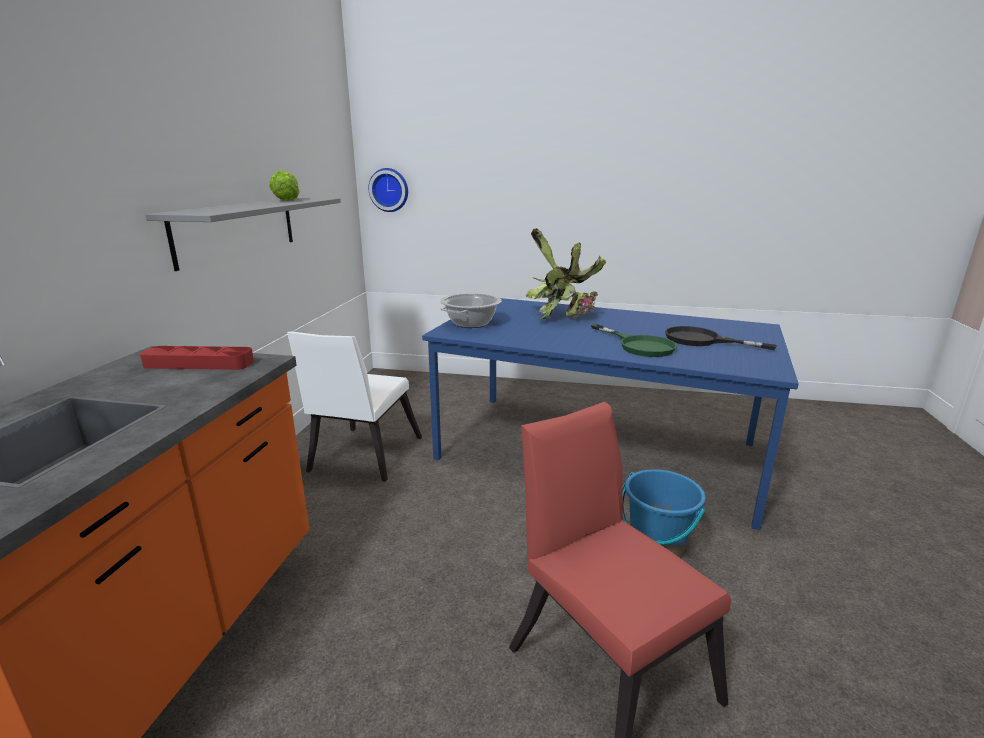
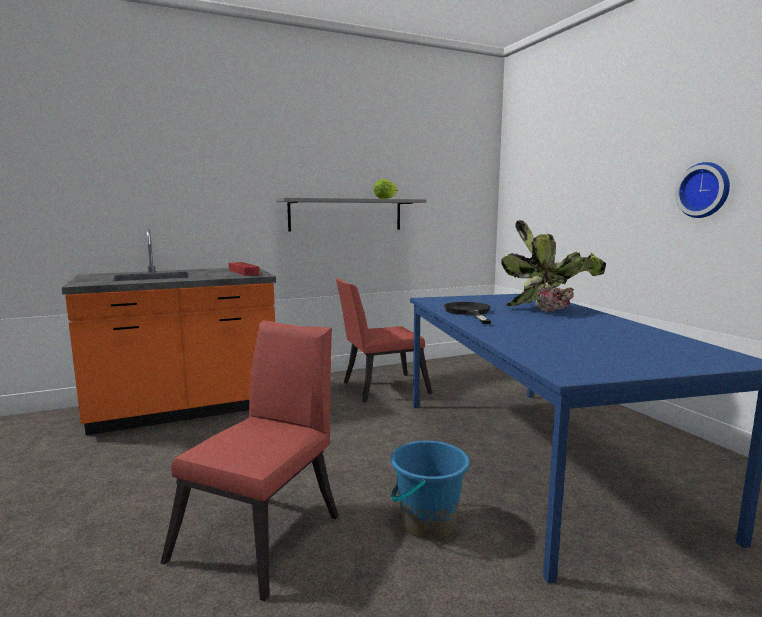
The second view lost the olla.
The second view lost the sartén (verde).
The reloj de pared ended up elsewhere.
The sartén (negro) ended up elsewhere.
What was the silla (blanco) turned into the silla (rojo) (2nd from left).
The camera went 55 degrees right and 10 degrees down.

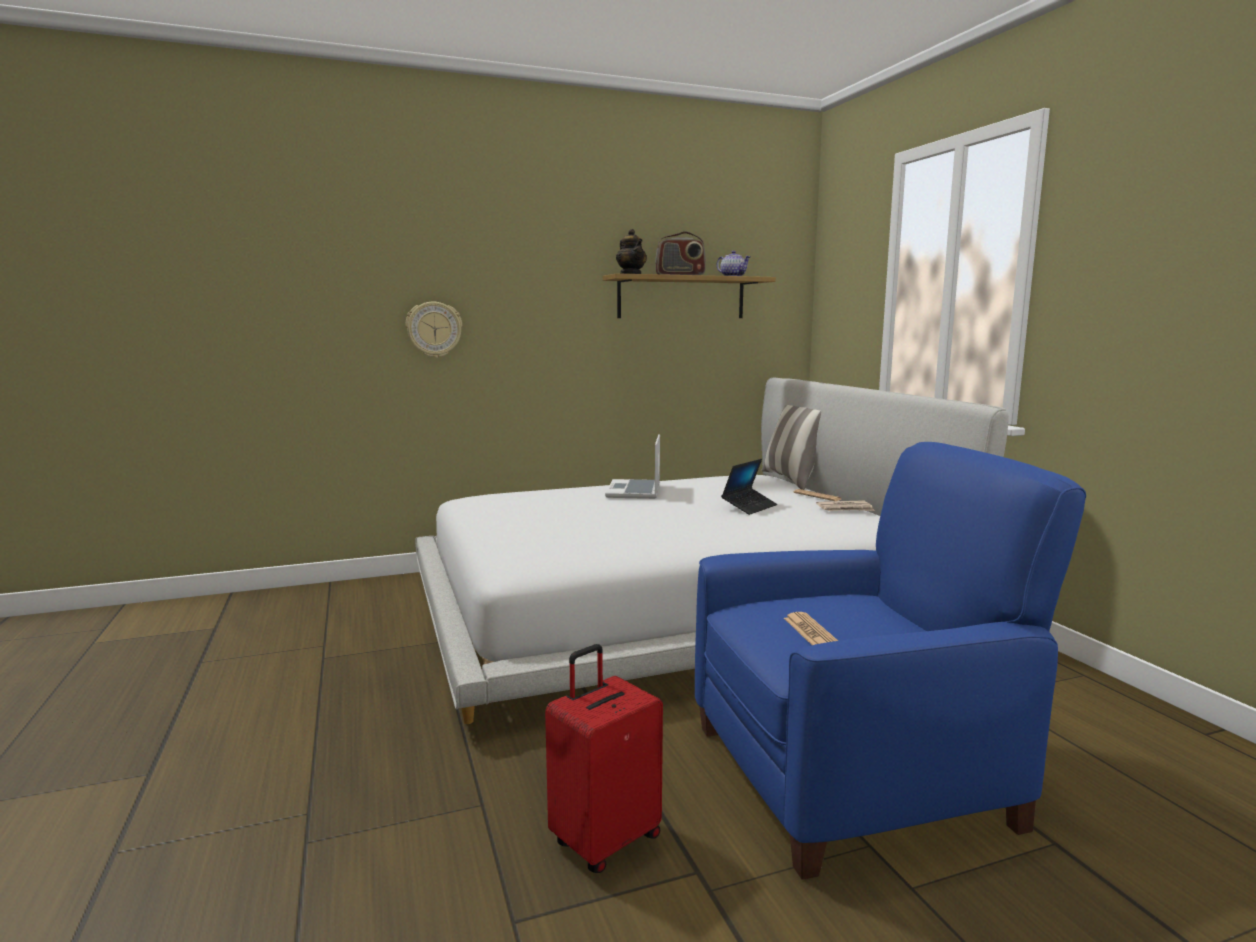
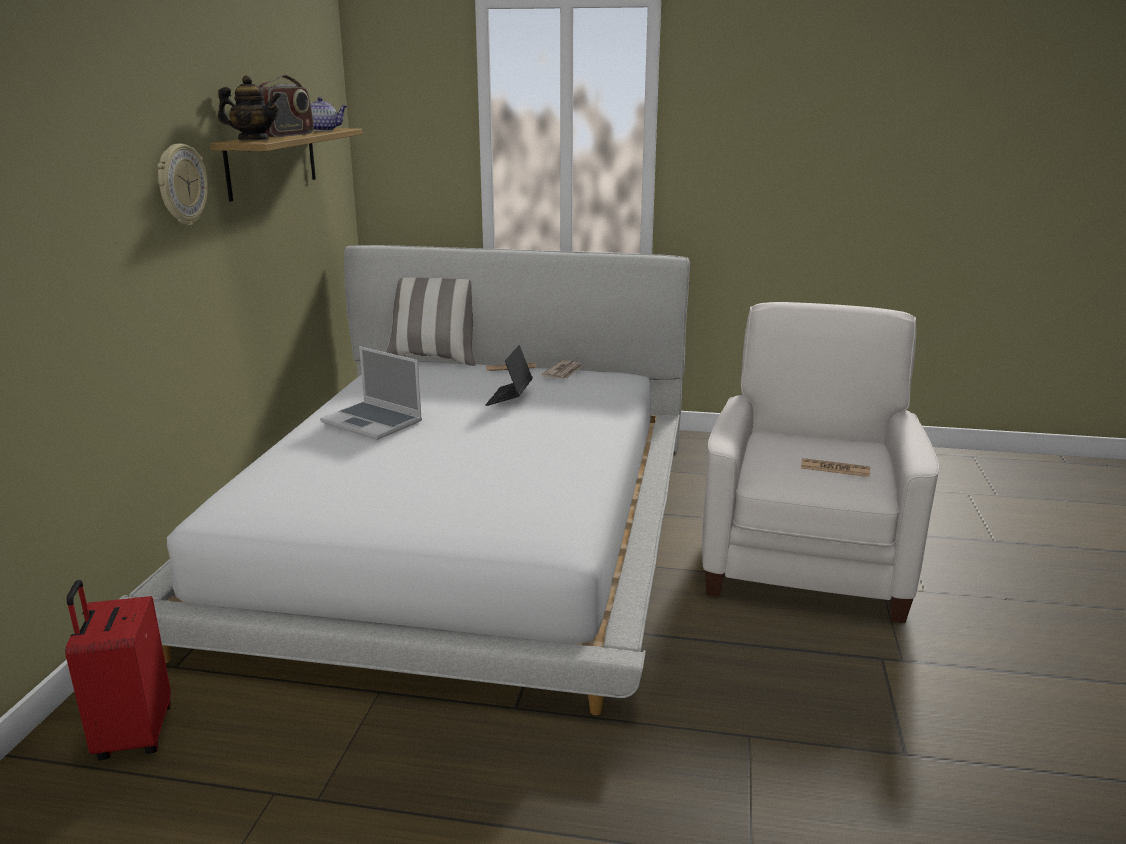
The reloj de pared ended up elsewhere.
The maleta (rojo) ended up elsewhere.
What was the sillón (azul) turned into the sillón (blanco).
The portátil (2nd from left) ended up facing another way, 150 degrees counterclockwise from before.
The camera went 60 degrees left and 10 degrees up.

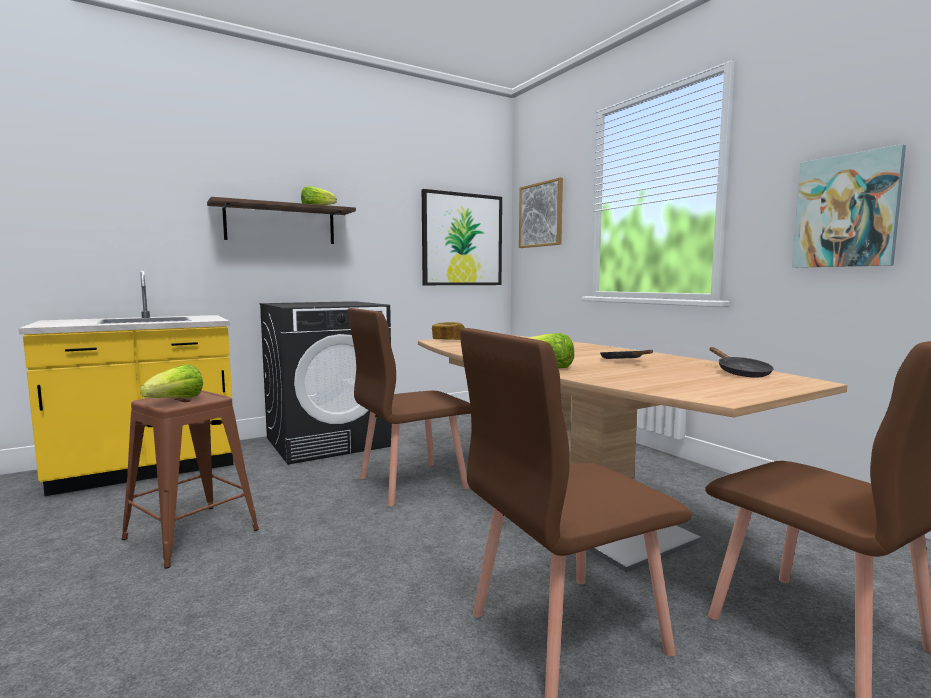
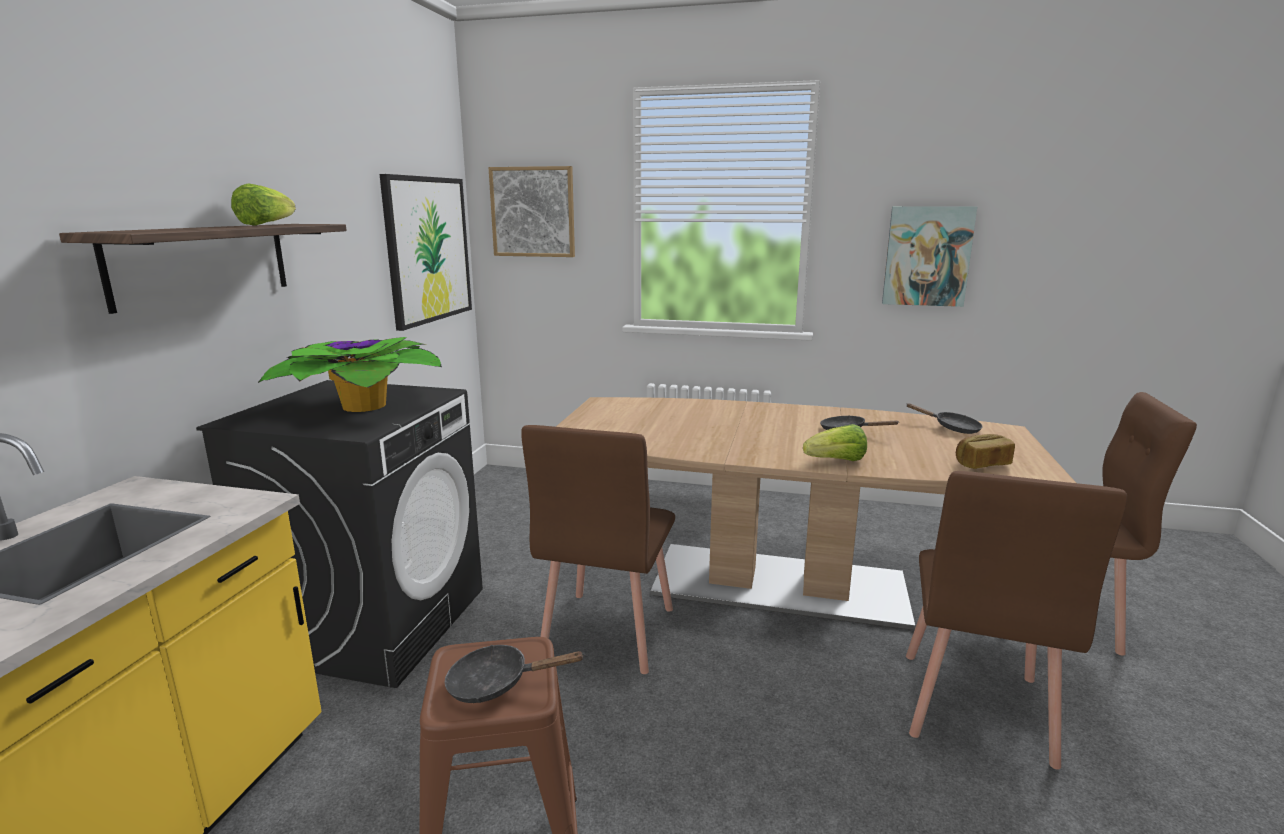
The second view gained the planta en maceta.
The pan ended up elsewhere.
Where the lechuga (1st from left) stood, the sartén (negro) (1st from left) came to stand.
The camera went 45 degrees left and 10 degrees up.

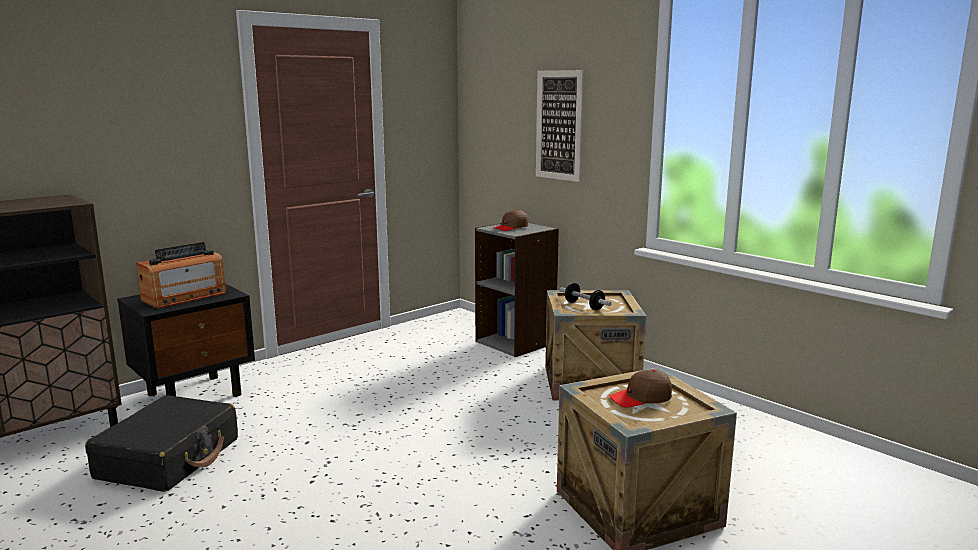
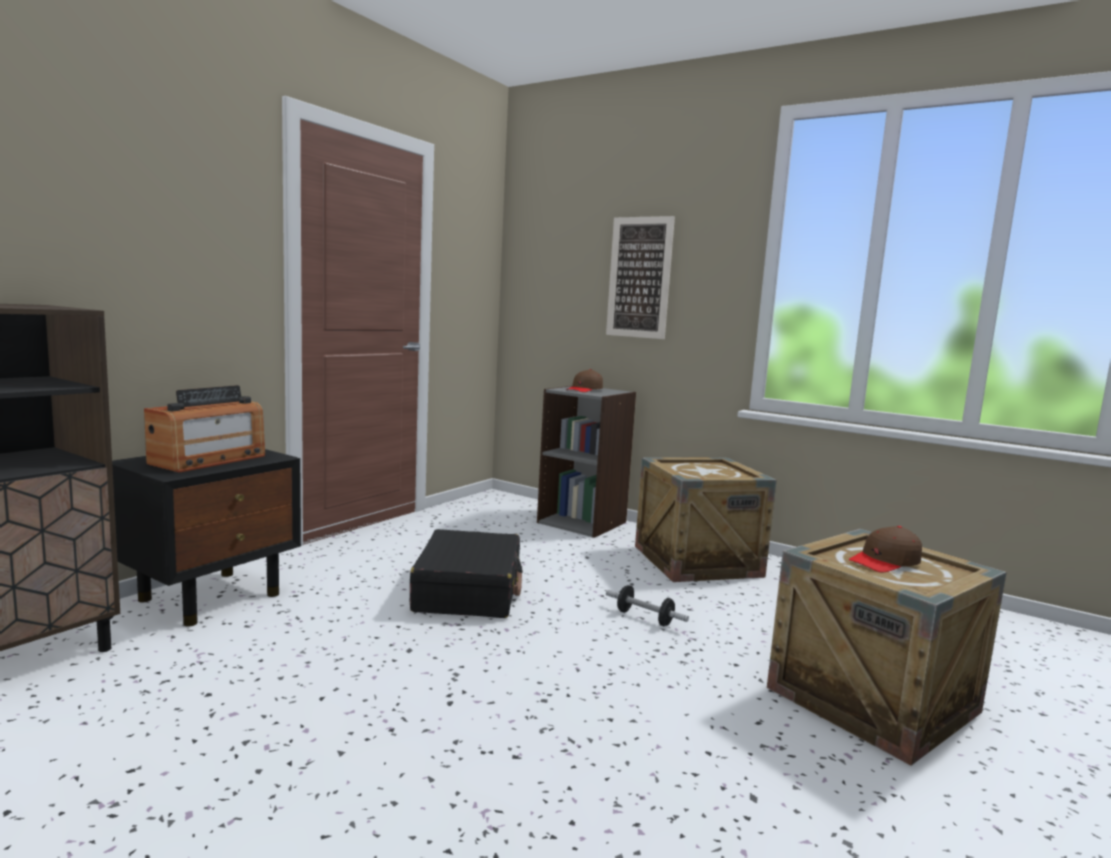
The maleta (negro) ended up elsewhere.
The mancuerna ended up elsewhere.
The camera went 15 degrees left and 5 degrees down.

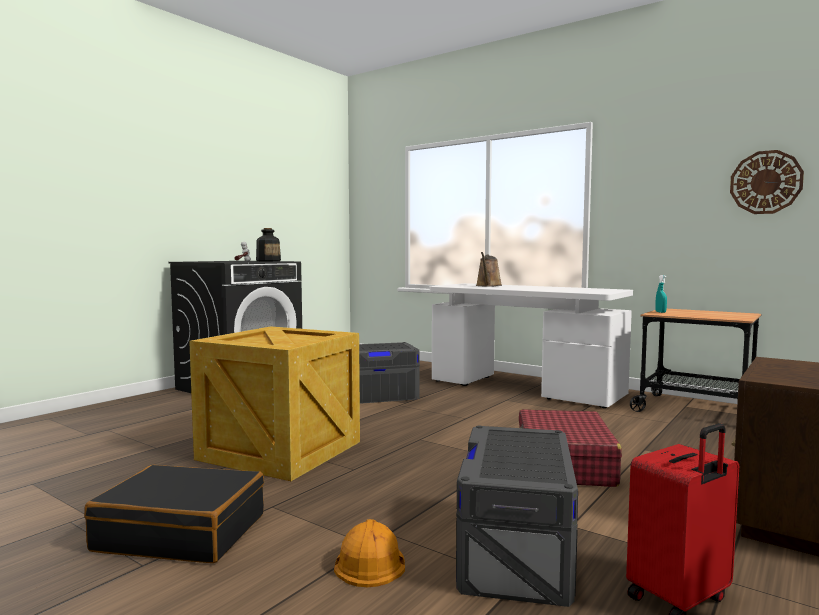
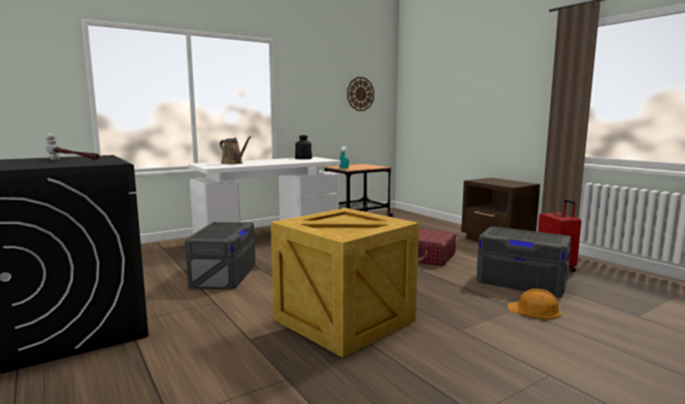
The second view lost the maleta (negro).
The botella ended up elsewhere.
The camera went 70 degrees left and 5 degrees up.

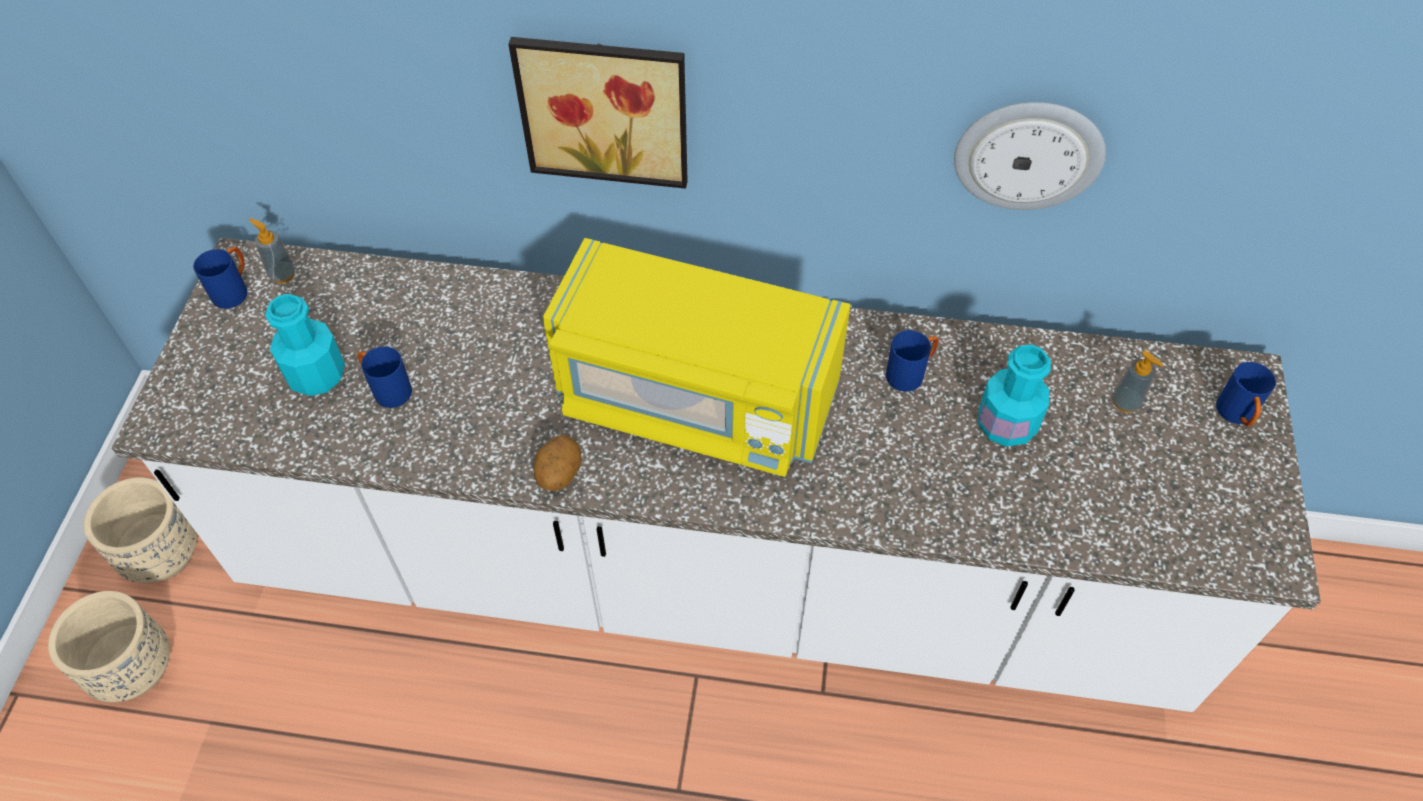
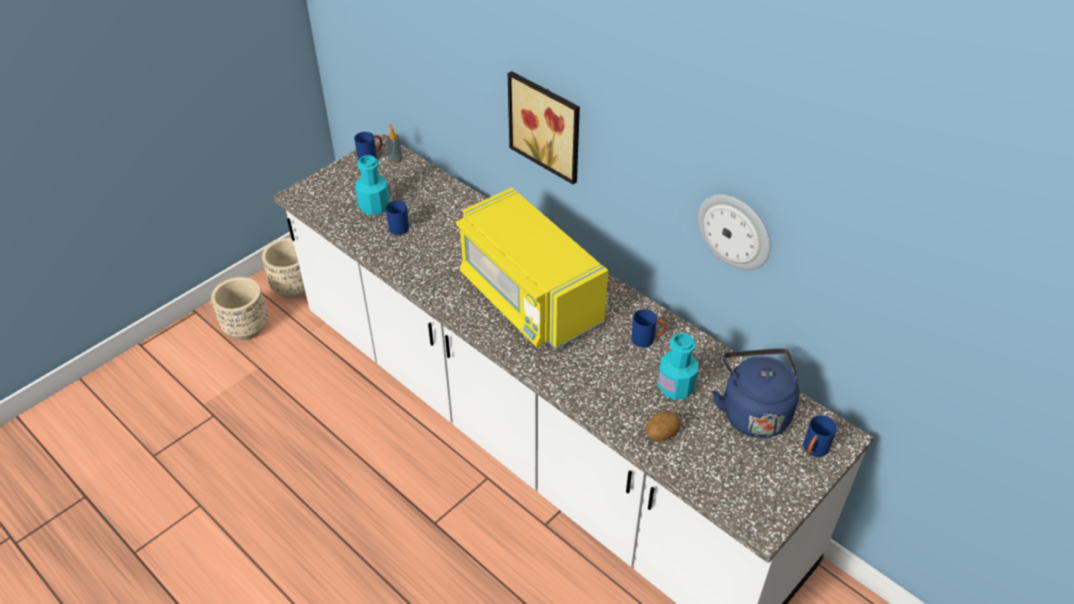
The patata ended up elsewhere.
Where the dispensador de jabón (2nd from left) stood, the hervidor (azul) came to stand.
The camera went 35 degrees right and 10 degrees down.

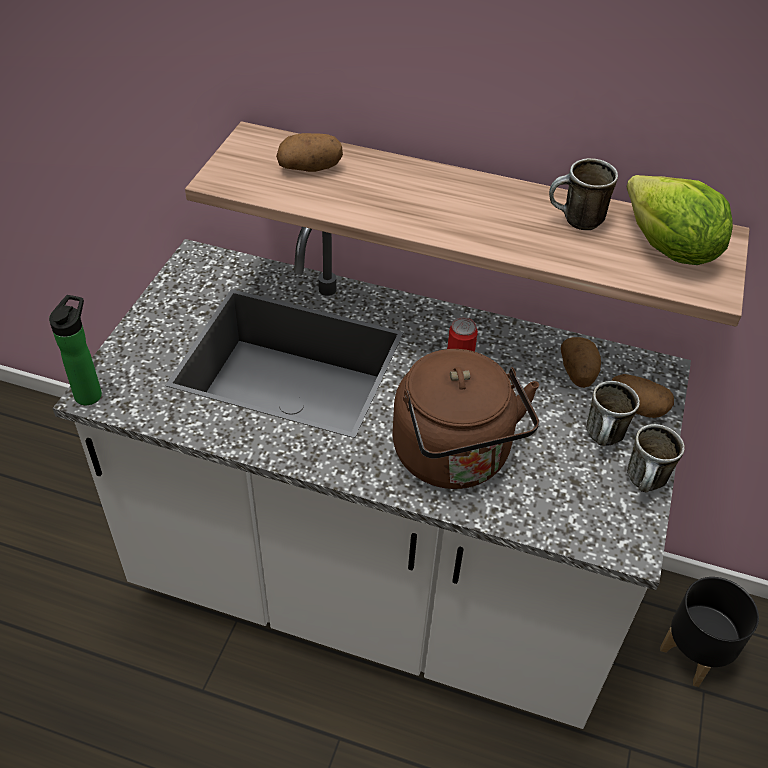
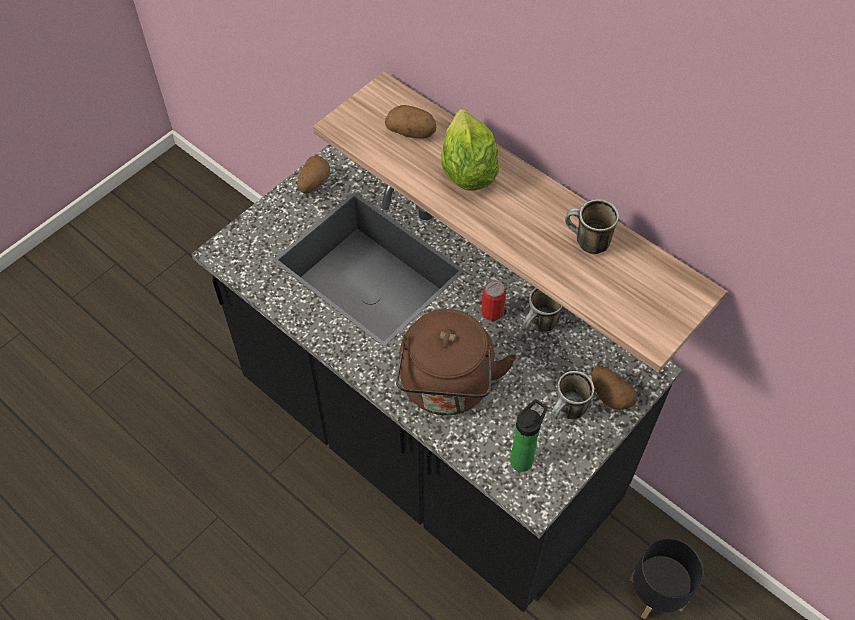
The botella ended up elsewhere.
The patata (2nd from left in the first image) ended up elsewhere.
The lechuga ended up elsewhere.
The taza grande (3rd from left in the first image) ended up elsewhere.
What was the mueble bajo de cocina (blanco) turned into the mueble bajo de cocina (negro).
The camera went 25 degrees right and 10 degrees up.

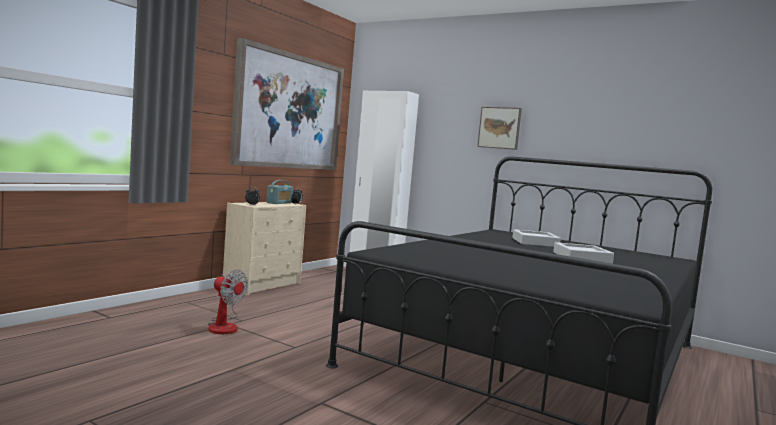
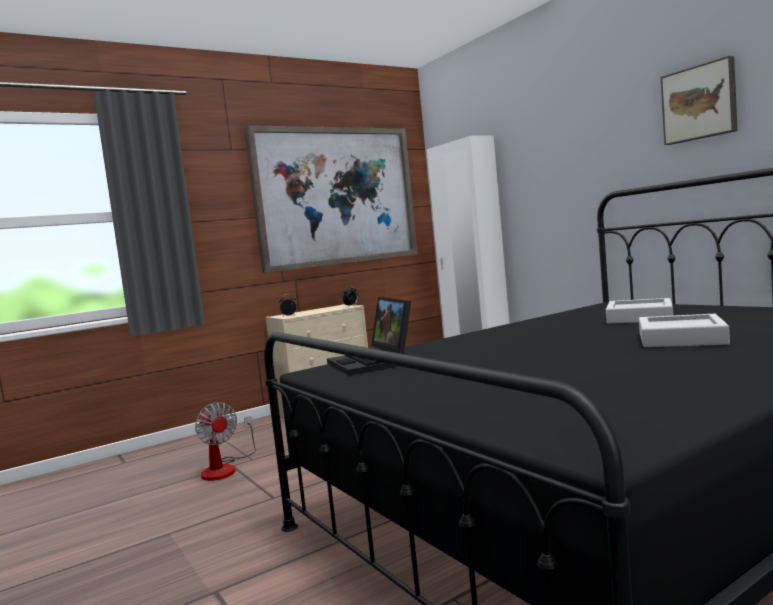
The second view lost the radio.
The second view gained the portátil.
The cuadro (2nd from left) ended up elsewhere.
The camera went 25 degrees right and 0 degrees up.

